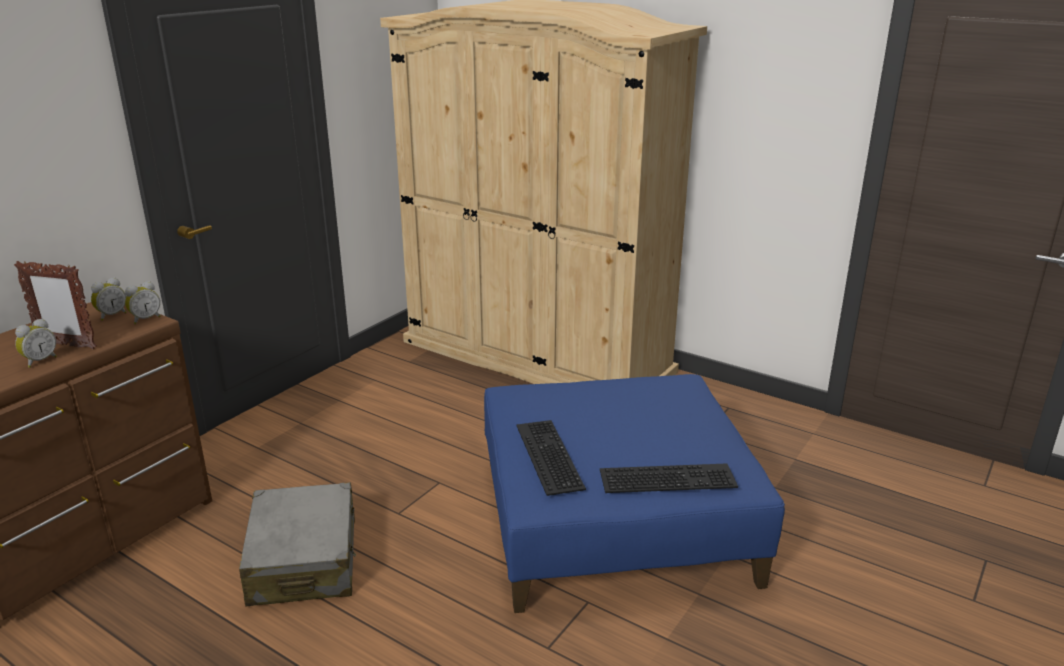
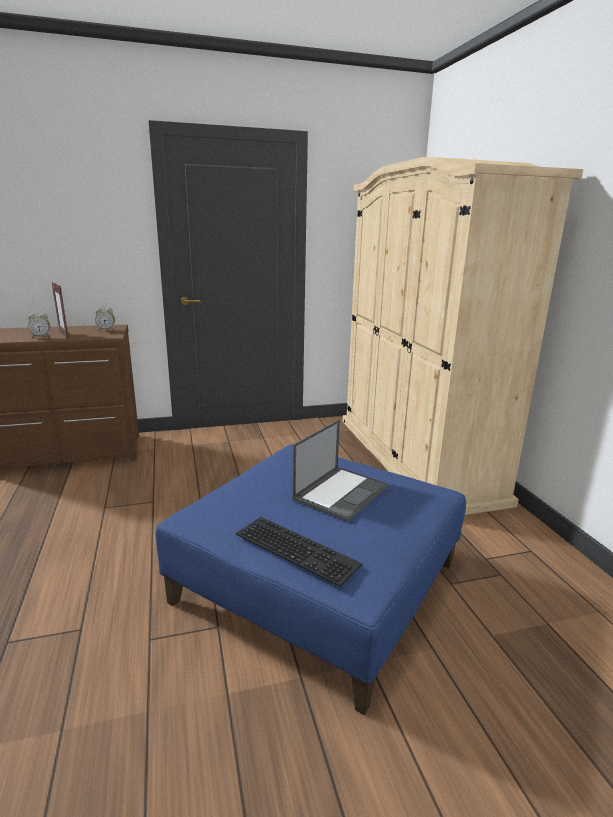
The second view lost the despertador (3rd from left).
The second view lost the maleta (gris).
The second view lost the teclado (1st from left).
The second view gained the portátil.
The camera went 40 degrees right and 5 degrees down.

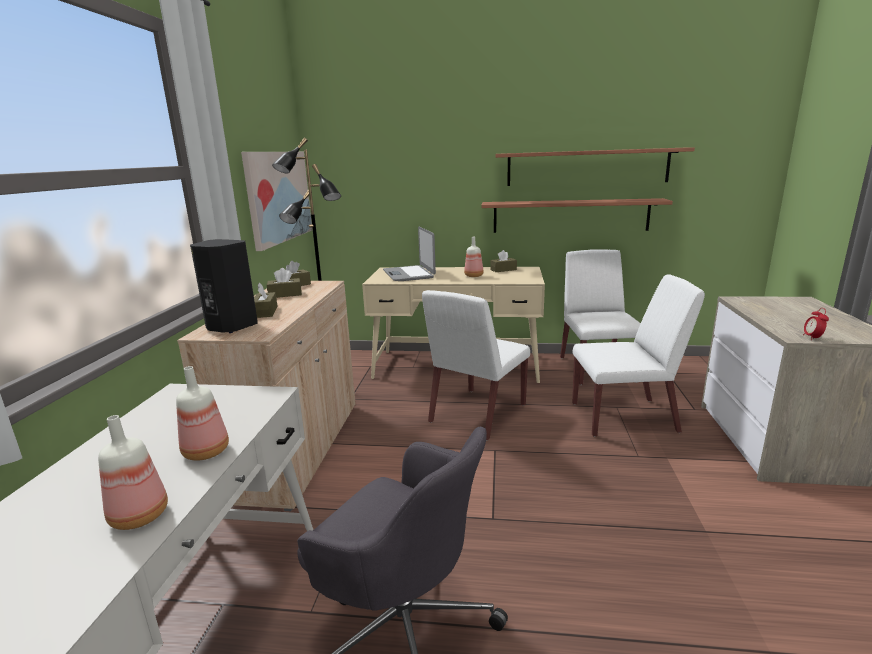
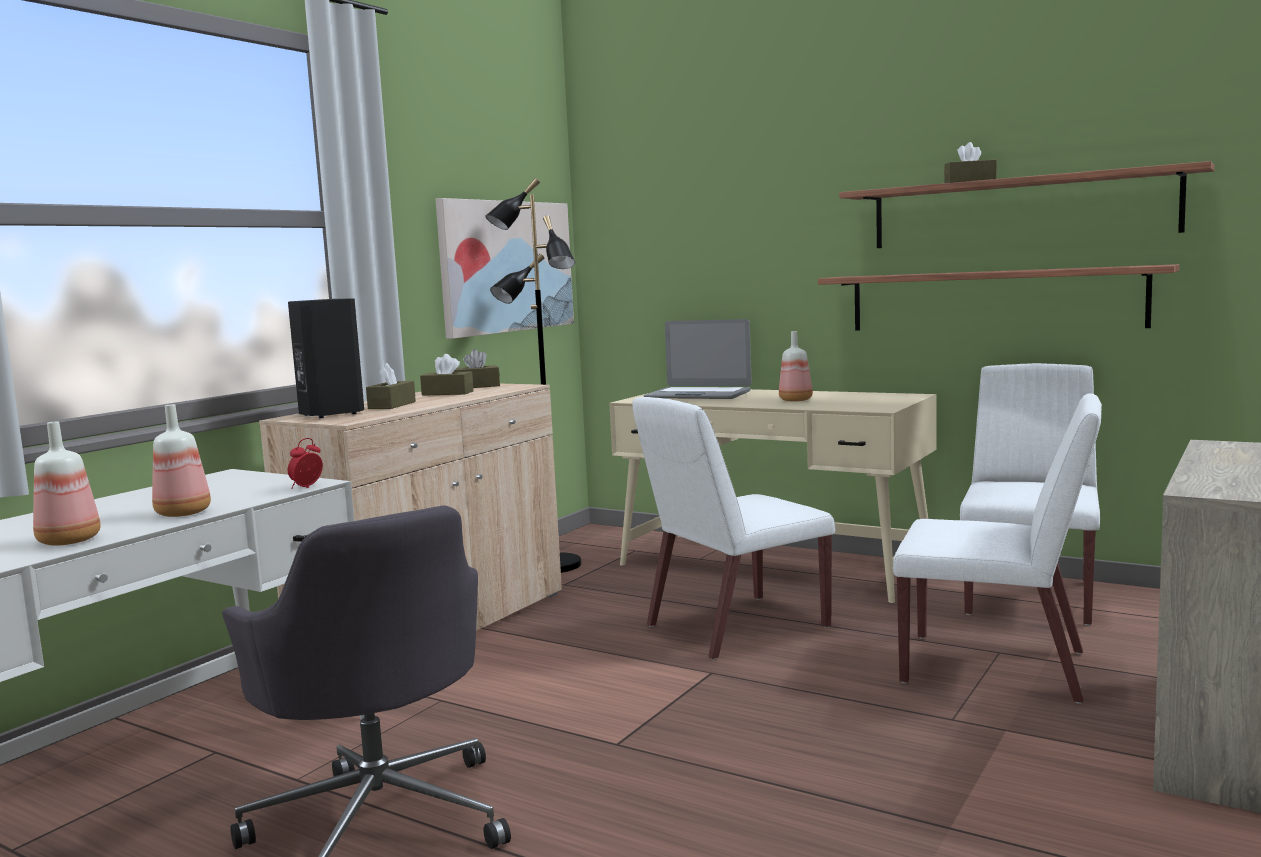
The caja de pañuelos (marrón) (4th from left) ended up elsewhere.
The despertador ended up elsewhere.
The portátil ended up facing another way, 75 degrees counterclockwise from before.
The camera went 25 degrees right and 10 degrees down.

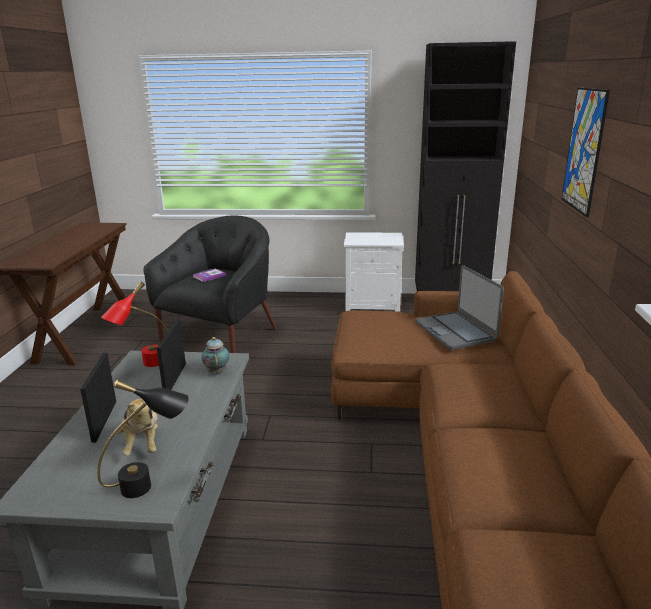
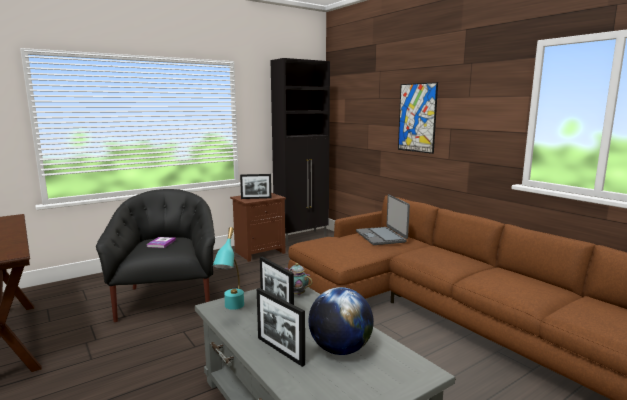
The second view lost the lámpara de mesa (negro).
The second view gained the portarretratos (1st from left).
Where the peluche stood, the globo terráqueo came to stand.
What was the lámpara de mesa (rojo) turned into the lámpara de mesa (turquesa).
What was the mesita de noche (blanco) turned into the mesita de noche (marrón).
The portátil ended up facing another way, 45 degrees clockwise from before.
The camera went 40 degrees left and 10 degrees down.

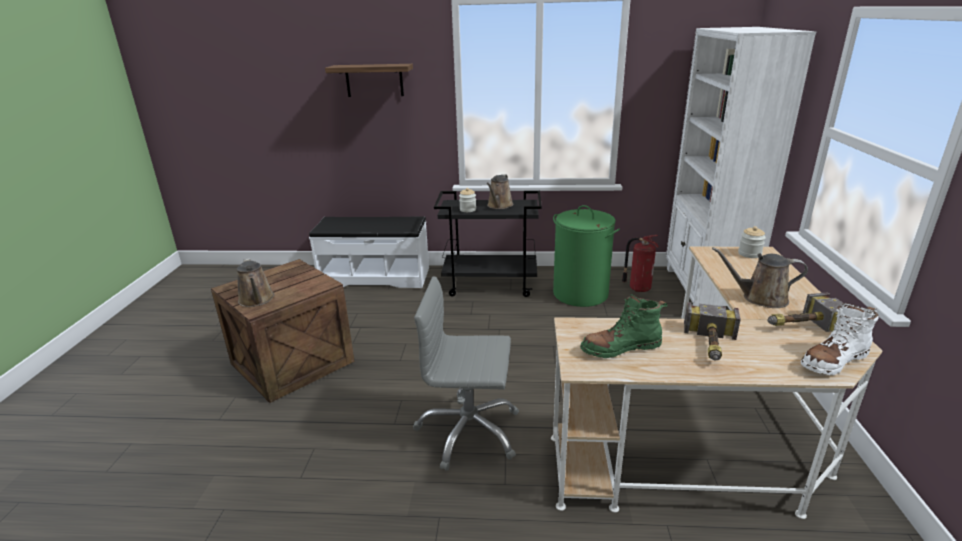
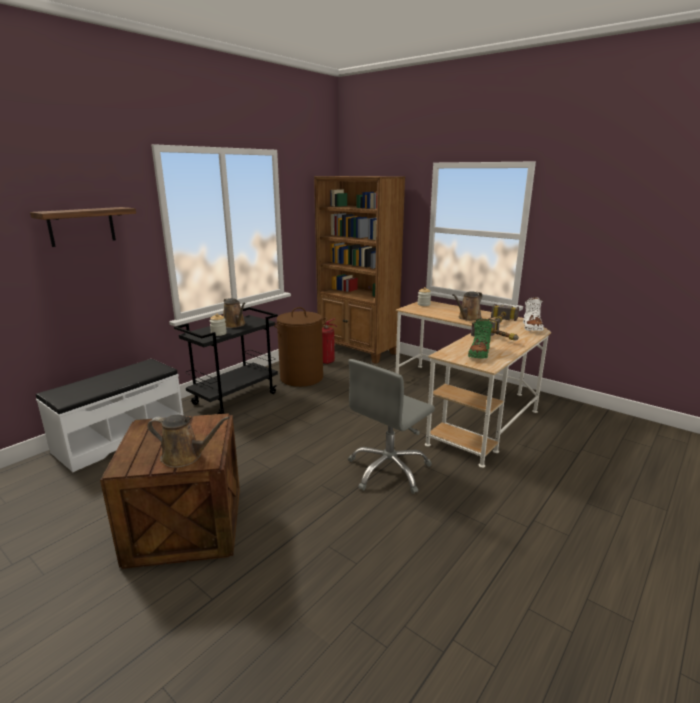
What was the cesto de la ropa (verde) turned into the cesto de la ropa (marrón).
What was the estantería (blanco) turned into the estantería (marrón).
The camera went 55 degrees left and 5 degrees down.

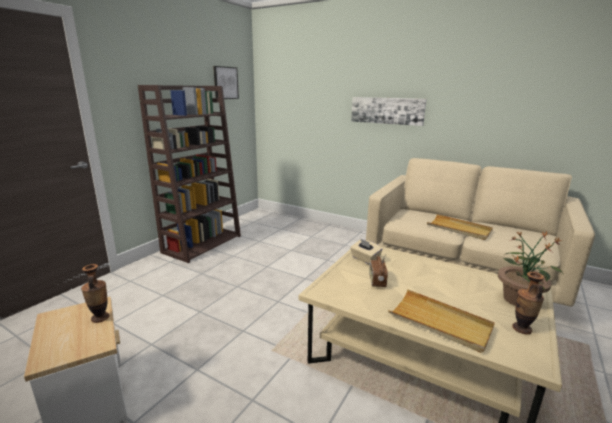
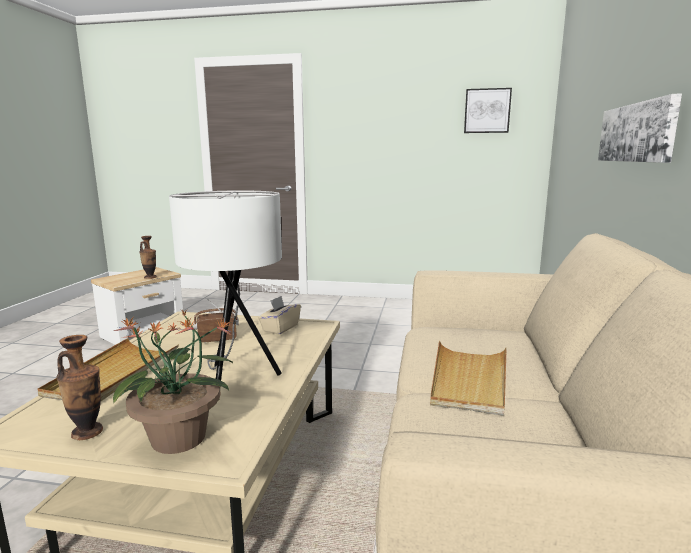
The second view lost the estantería (marrón).
The second view gained the lámpara de mesa (blanco).
The camera went 70 degrees right and 5 degrees down.

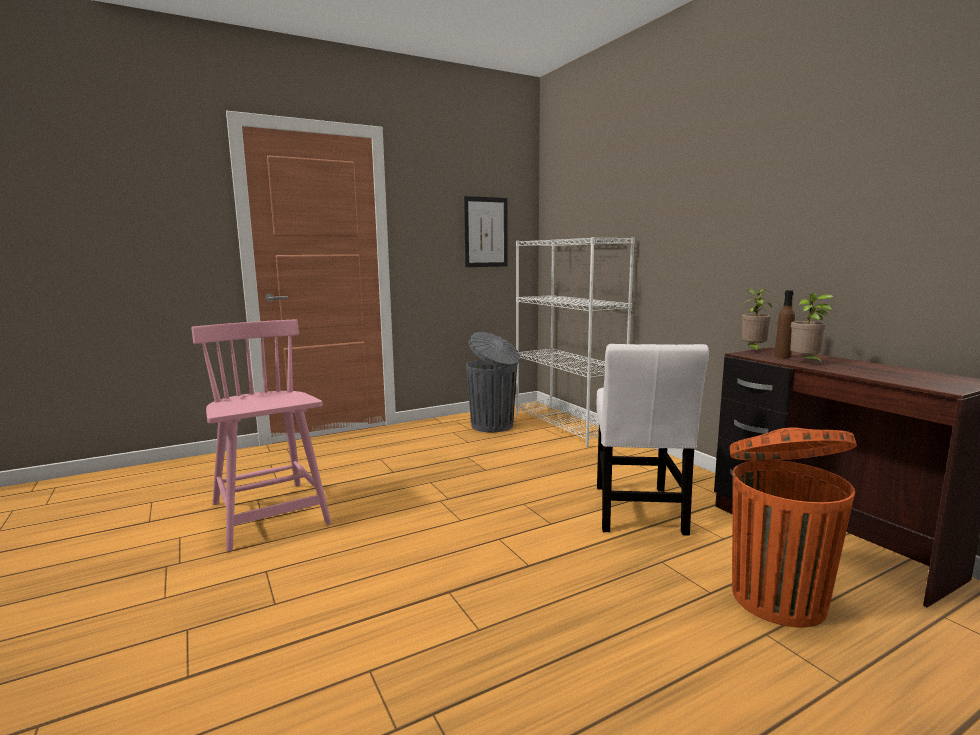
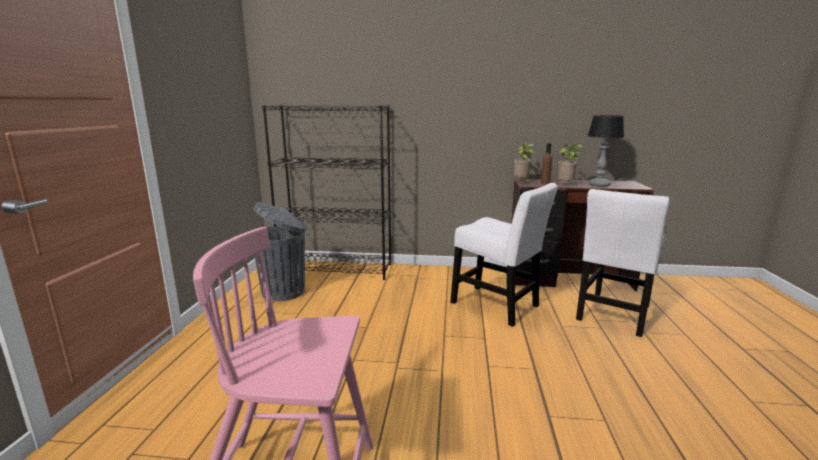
The second view lost the cuadro.
The second view gained the lámpara de mesa.
Where the papelera (naranja) stood, the silla (blanco) (2nd from left) came to stand.
What was the estantería (blanco) turned into the estantería (negro).
The camera went 55 degrees left and 5 degrees up.

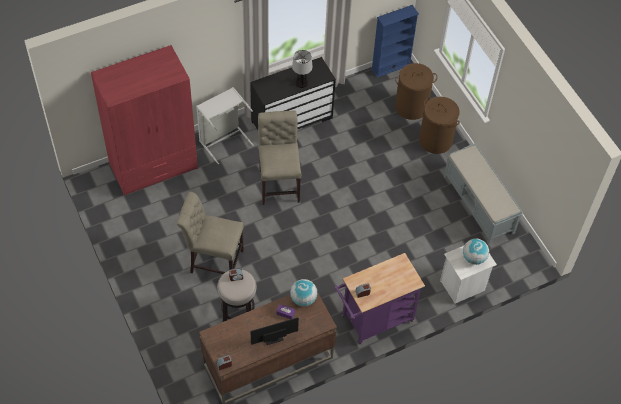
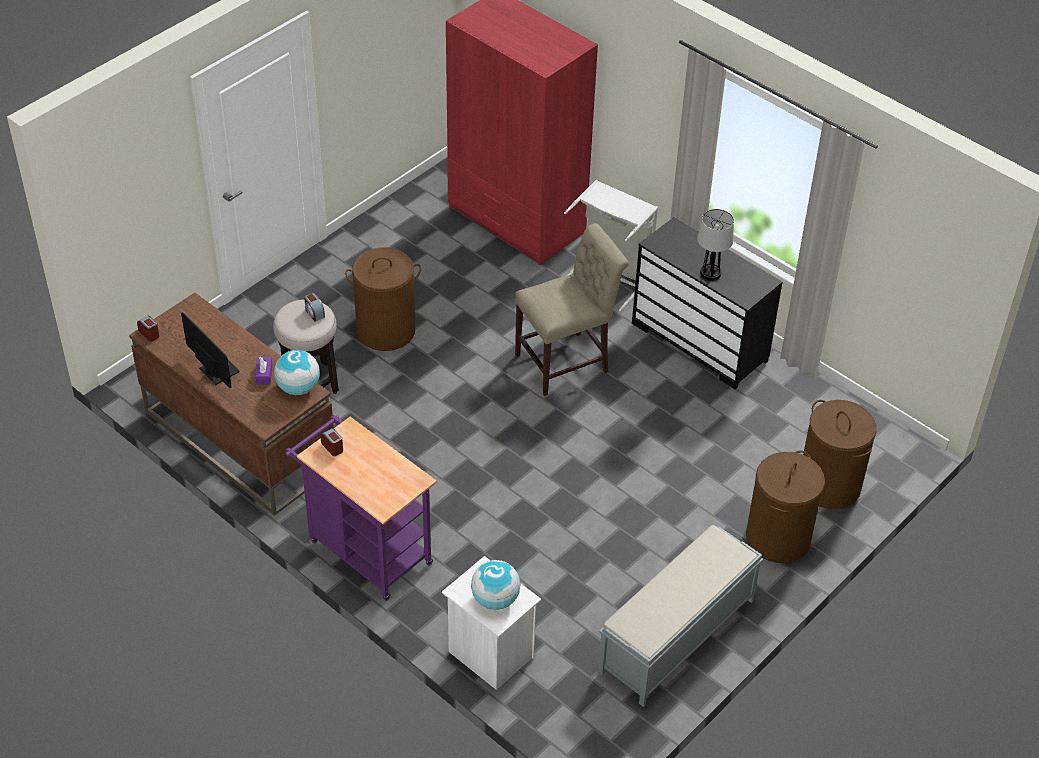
The second view lost the estantería (azul).
Where the silla (beis) (1st from left) stood, the cesto de la ropa (marrón) (1st from left) came to stand.
The camera went 70 degrees right and 10 degrees down.

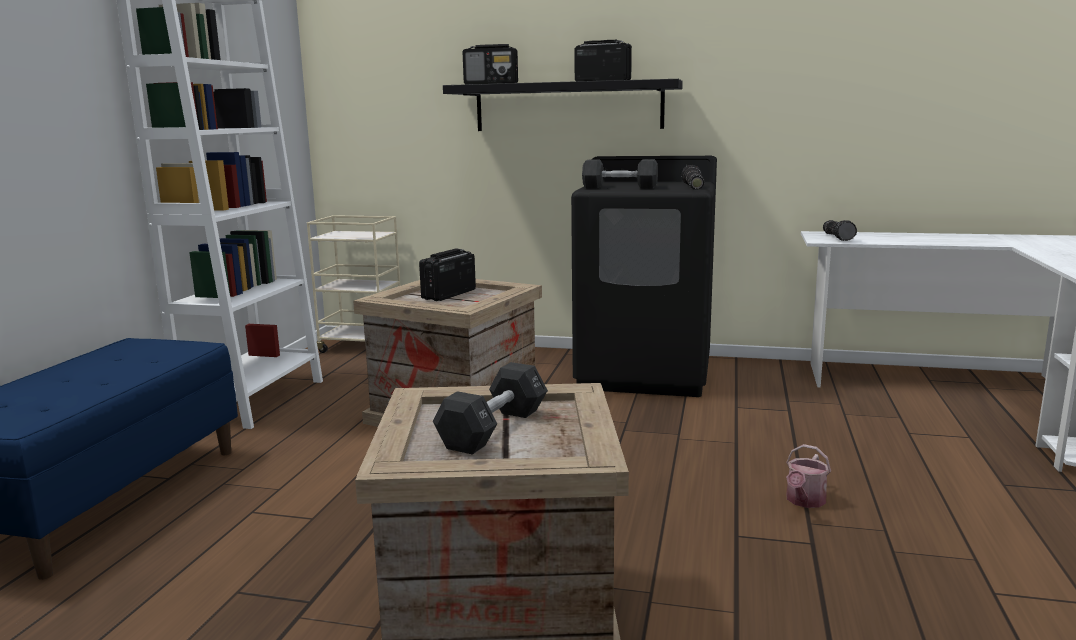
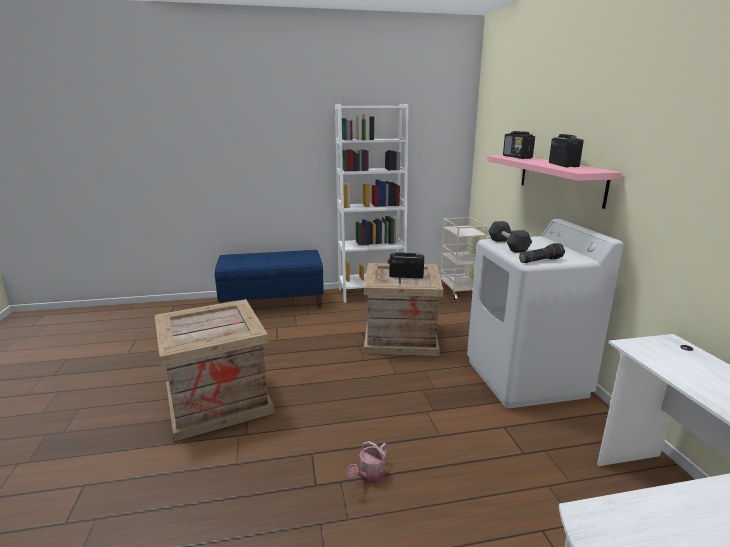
The second view lost the mancuerna (negro) (1st from left).
The second view lost the linterna (2nd from left).
What was the estante (negro) turned into the estante (rosa).
What was the lavadora (negro) turned into the lavadora (blanco).
The regadera ended up facing another way, 60 degrees counterclockwise from before.
The camera went 65 degrees right and 5 degrees up.

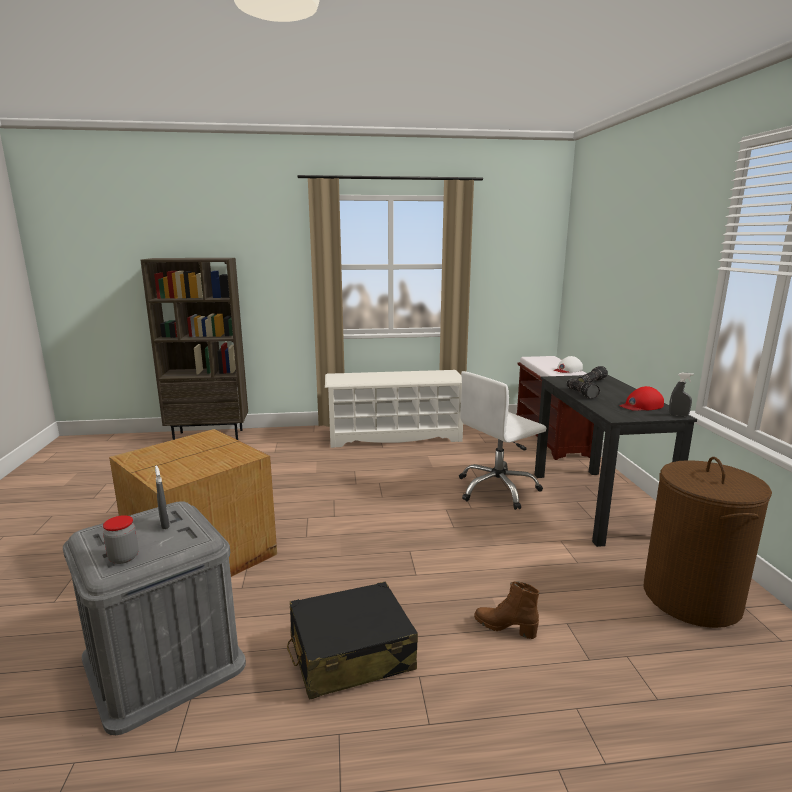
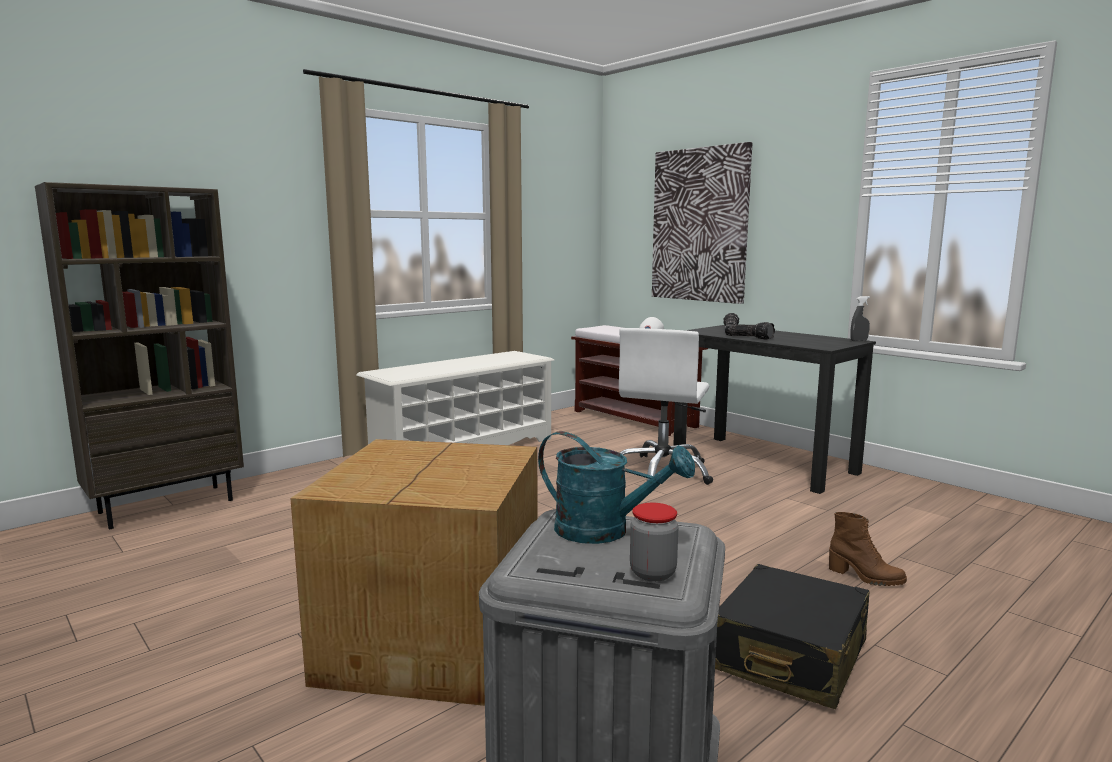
The second view lost the gorra (rojo).
The second view lost the cesto de la ropa (marrón).
The second view gained the cuadro.
Where the pulverizador (gris) (1st from left) stood, the regadera (turquesa) came to stand.
The bota (marrón) ended up facing another way, 135 degrees counterclockwise from before.
The camera went 35 degrees left and 5 degrees down.

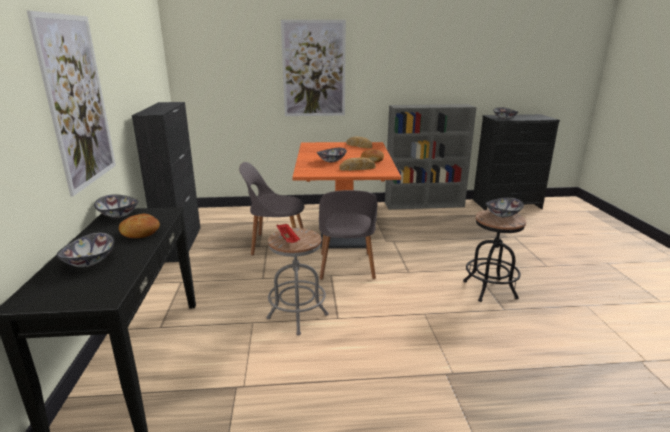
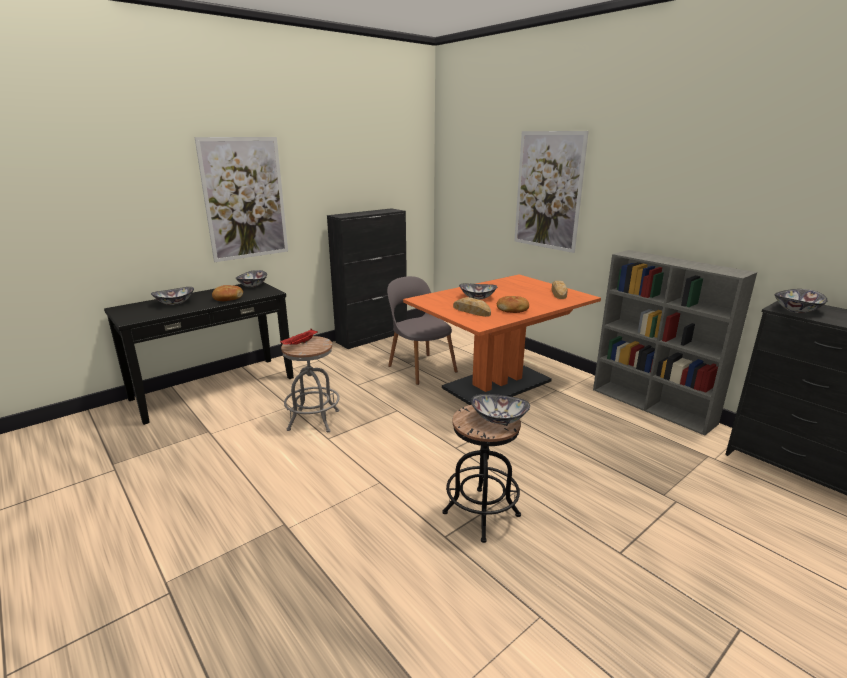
The second view lost the silla (gris) (2nd from left).
The camera went 55 degrees right and 0 degrees up.

